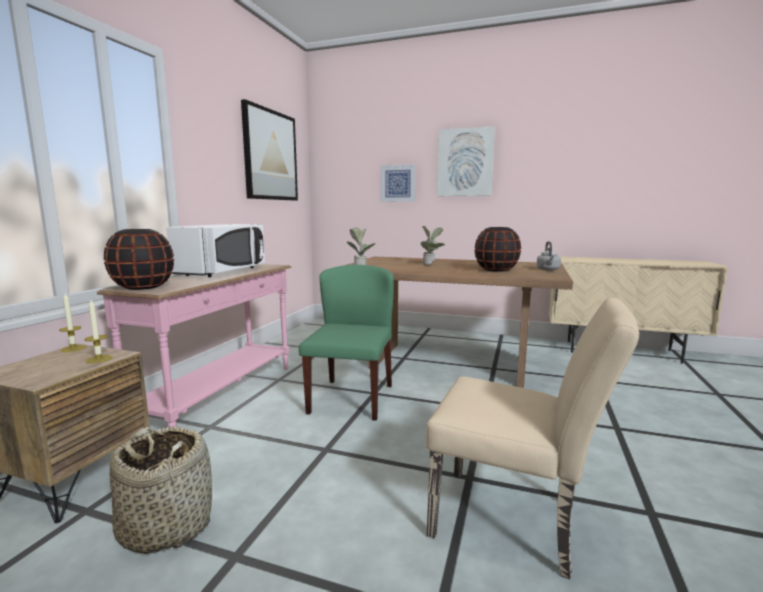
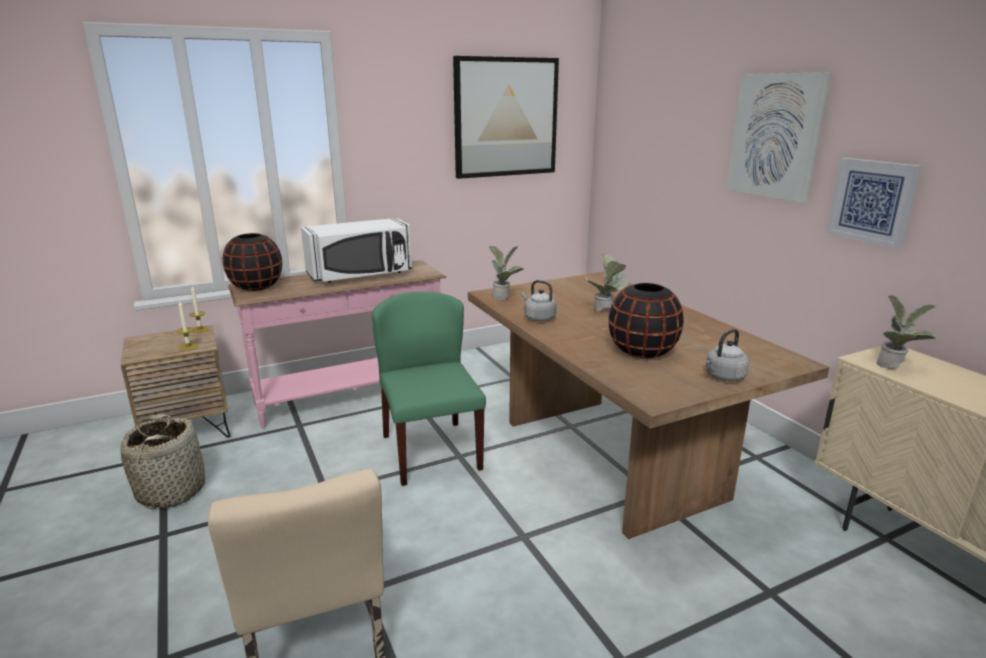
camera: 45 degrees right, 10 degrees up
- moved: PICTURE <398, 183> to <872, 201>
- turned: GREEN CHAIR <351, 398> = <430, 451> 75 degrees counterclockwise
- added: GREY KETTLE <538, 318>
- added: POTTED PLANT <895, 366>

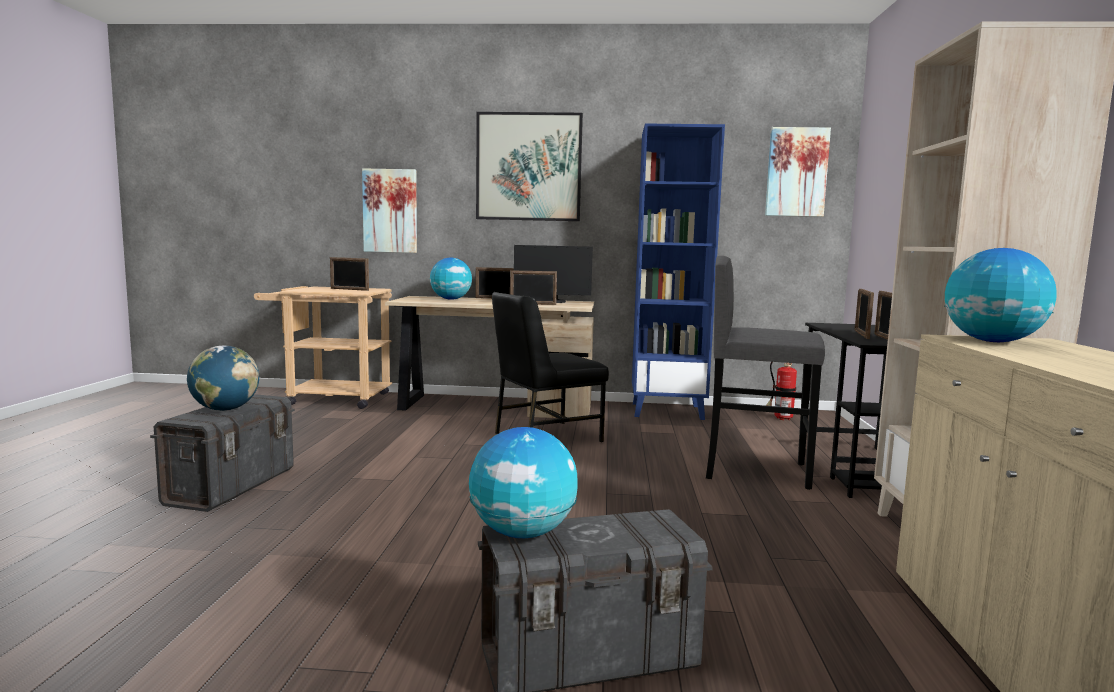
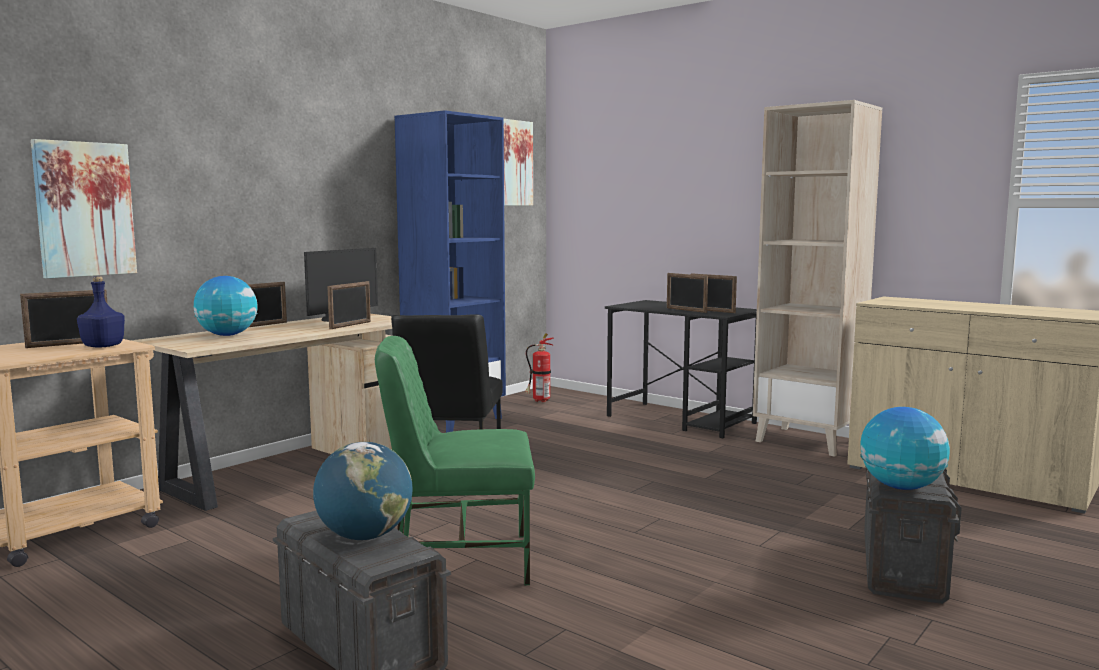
camera: 55 degrees left, 0 degrees up
- removed: PICTURE <529, 167>
- removed: GLOBE <992, 341>
- removed: GREY STOOL <756, 471>
- added: BLUE BOTTLE <102, 346>
- added: GREEN CHAIR <459, 560>

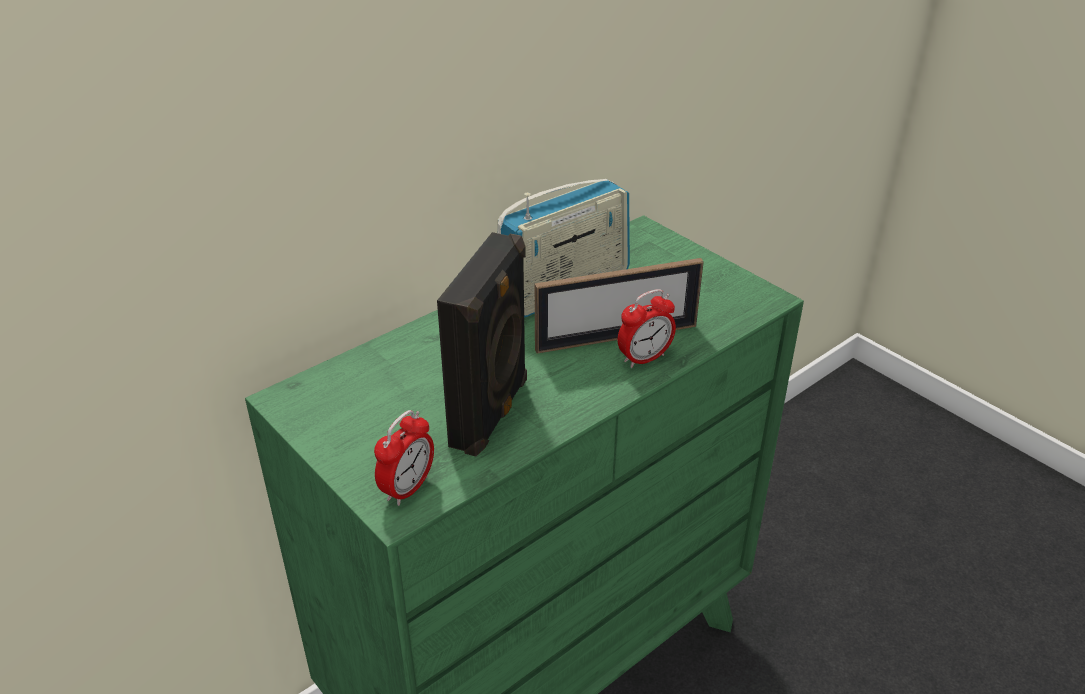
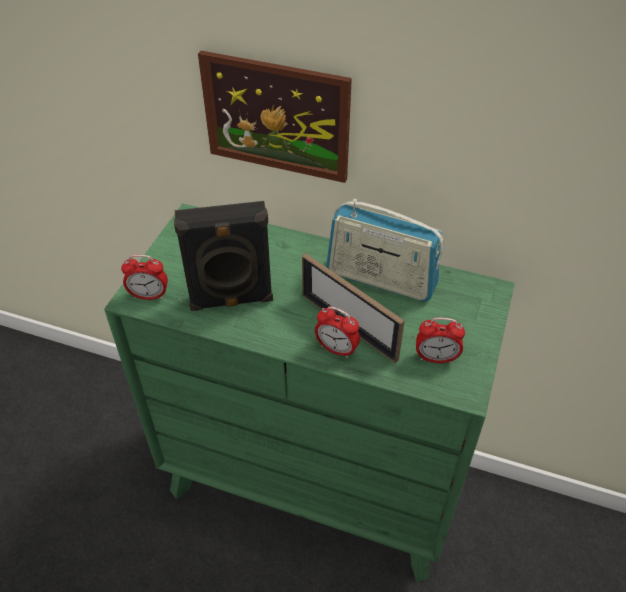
camera: 60 degrees right, 10 degrees up
- added: PICTURE <276, 117>
- added: ALARM CLOCK <436, 358>

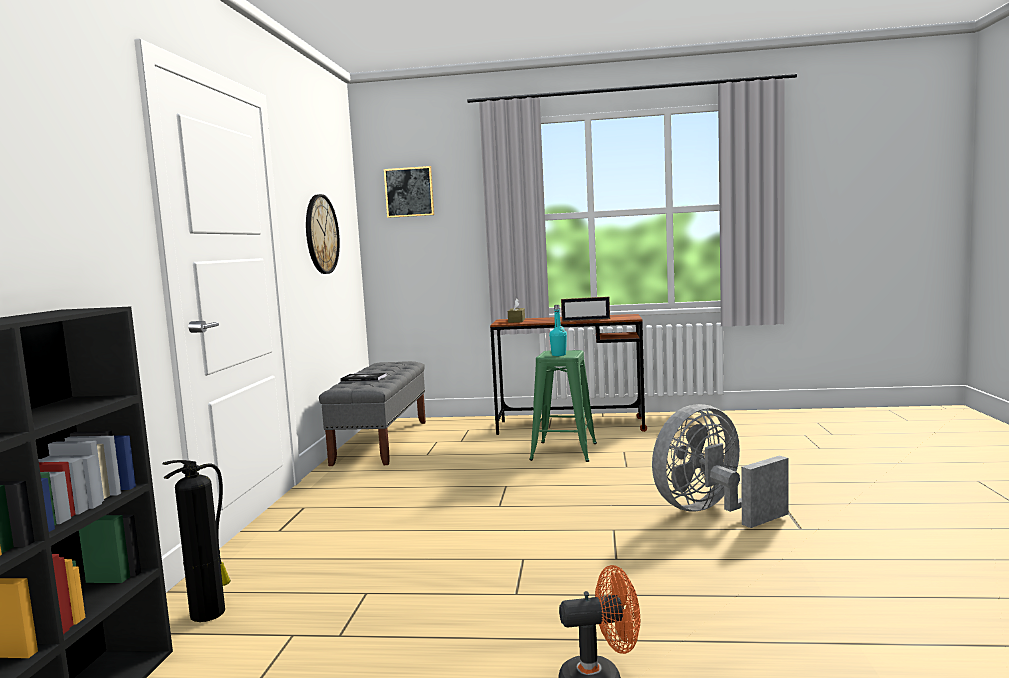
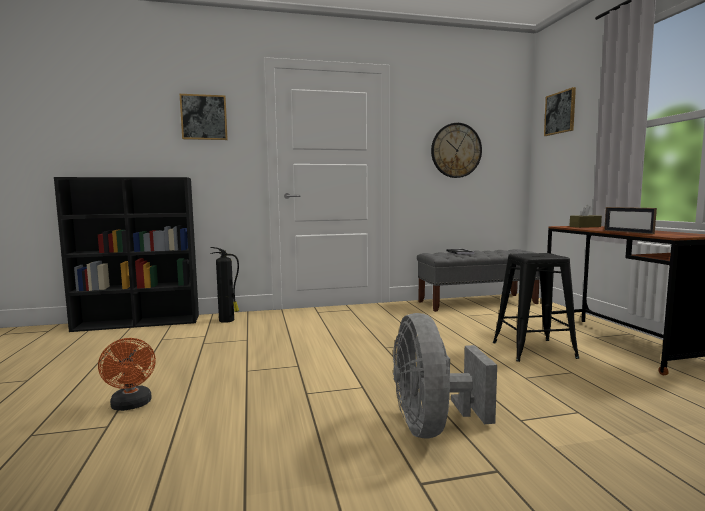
camera: 70 degrees right, 0 degrees up
- removed: TURQUOISE BOTTLE <558, 355>
- recoloured: GREEN STOOL <564, 451> to BLACK STOOL <533, 350>
- turned: GREY FAN <711, 512> = <433, 426> 135 degrees counterclockwise
- added: PICTURE <204, 117>

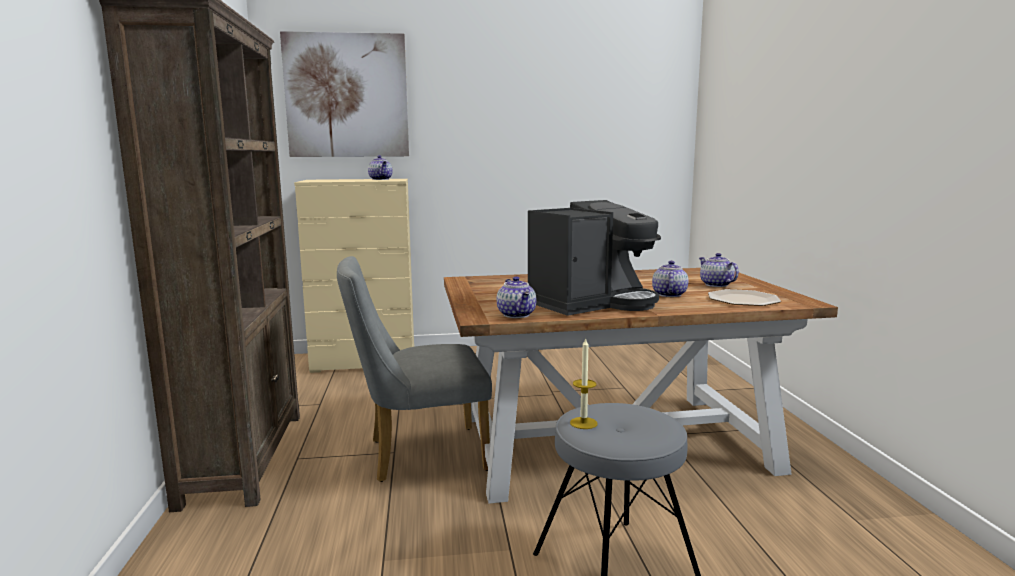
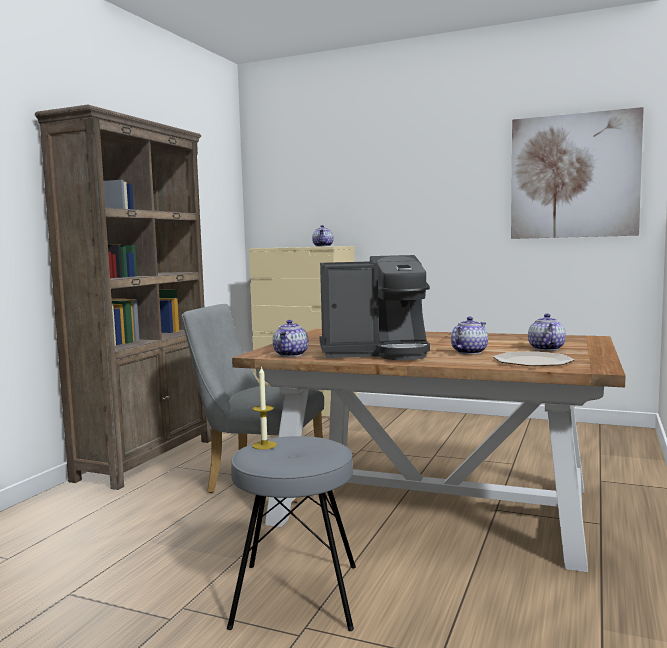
camera: 30 degrees right, 5 degrees down
- moved: PICTURE <347, 96> to <574, 176>

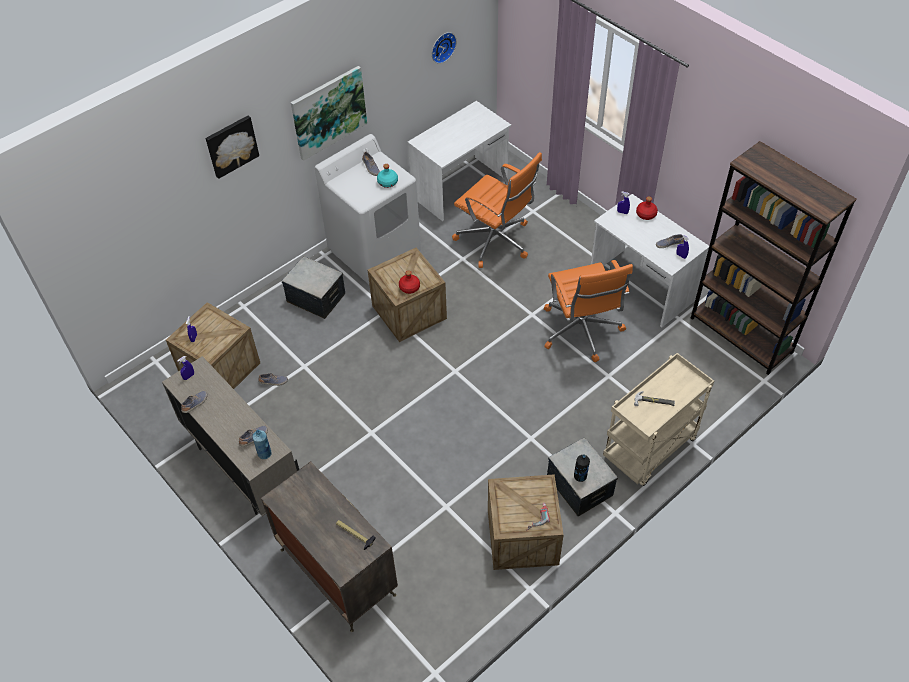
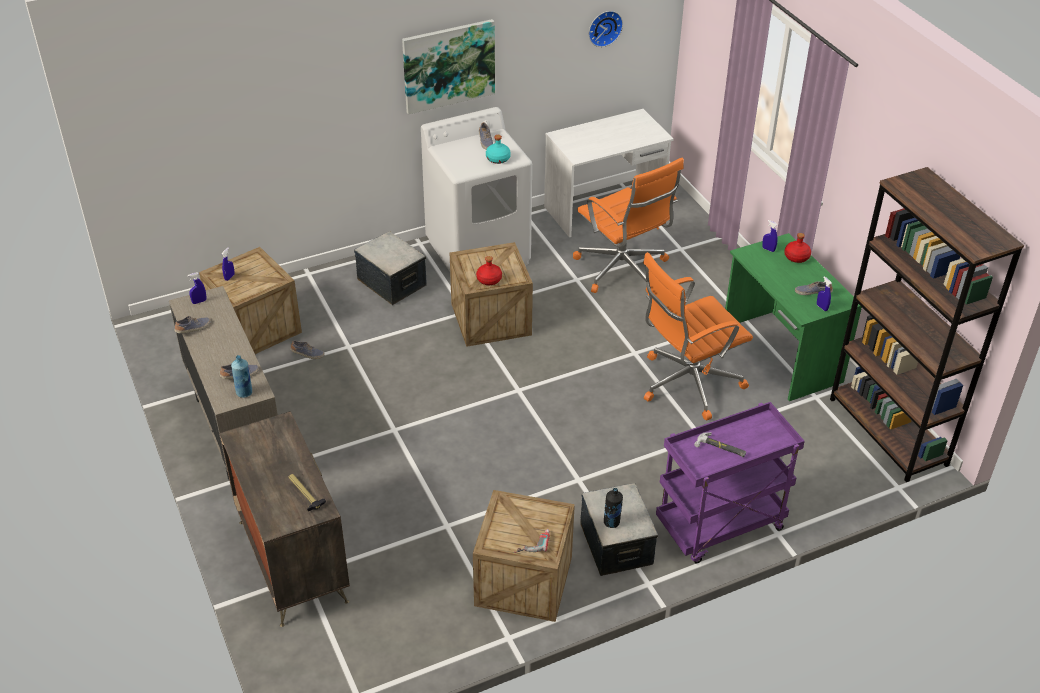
camera: 15 degrees right, 10 degrees down
- removed: PICTURE <231, 145>
- recoloured: WHITE DESK <641, 288> to GREEN DESK <780, 354>
- turned: ORANGE OFFICE CHAIR <581, 331> = <687, 383> 60 degrees clockwise
- recoloured: BEIGE CART <649, 450> to PURPLE CART <719, 527>

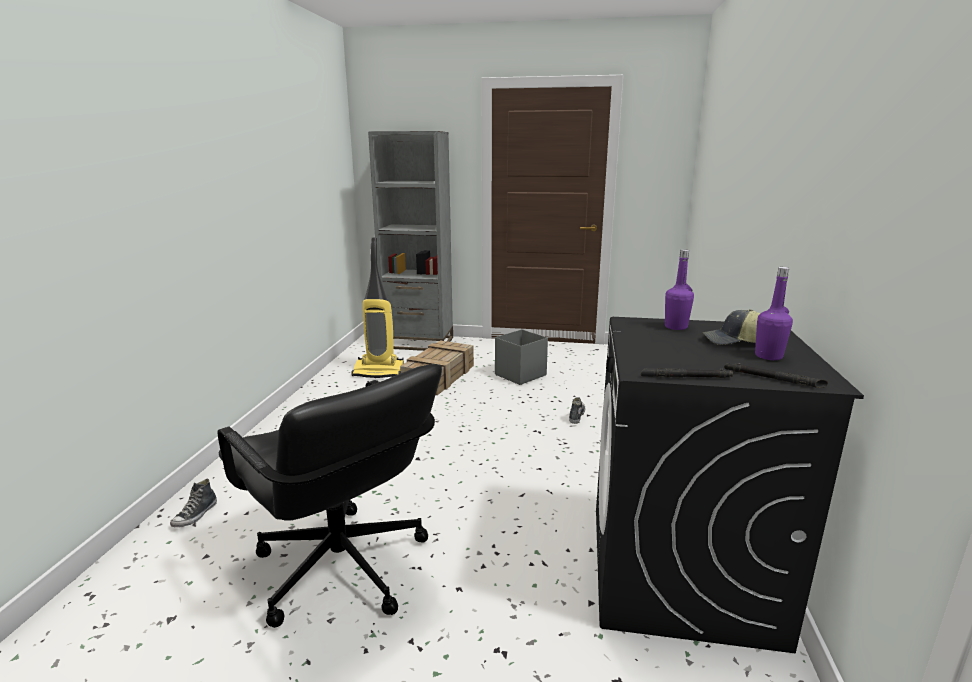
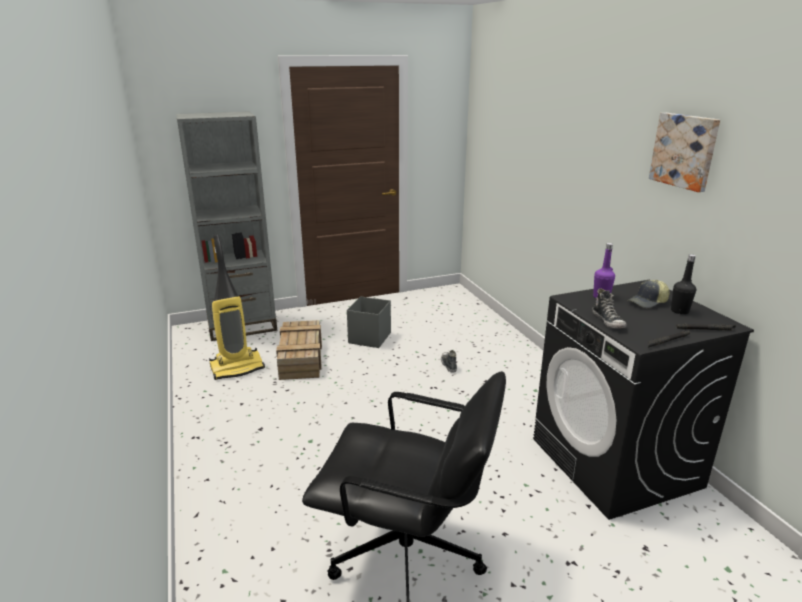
camera: 30 degrees left, 5 degrees up
- recoloured: PURPLE BOTTLE <768, 356> to BLACK BOTTLE <679, 311>
- moved: SHOE <195, 515> to <608, 321>
- added: PICTURE <685, 151>

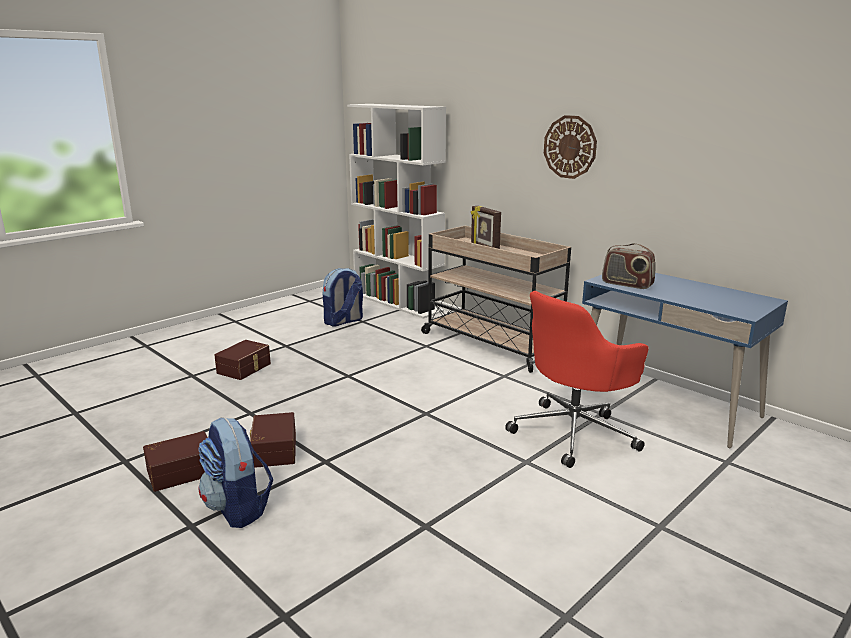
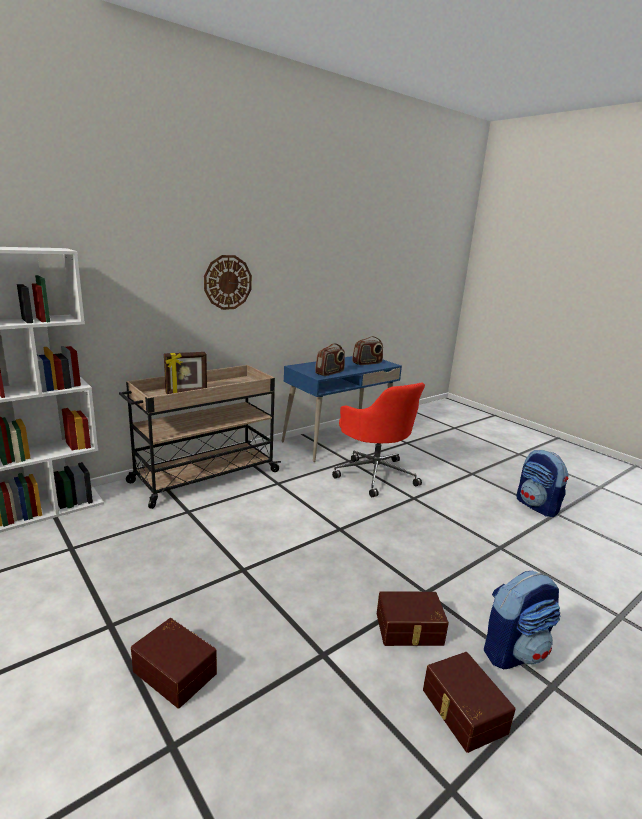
camera: 85 degrees left, 0 degrees up
- moved: BACKPACK <343, 321> to <537, 506>
- added: RADIO <367, 363>

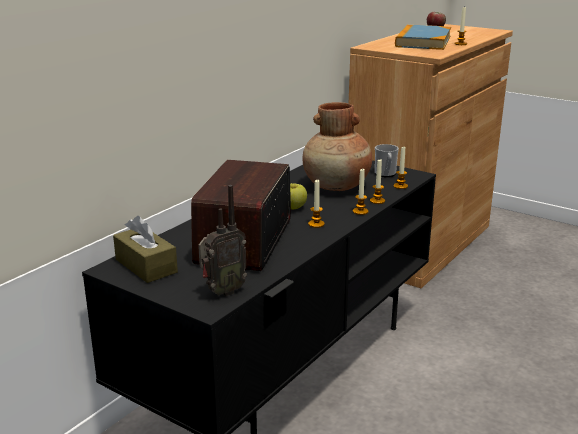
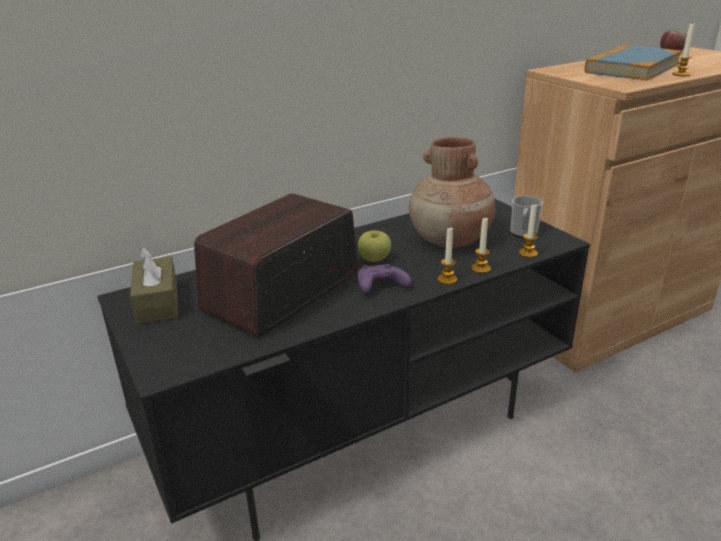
camera: 25 degrees right, 5 degrees up
- replaced: CANDLE <316, 224> to PURPLE GAME CONTROLLER <380, 286>
- removed: RADIO <222, 292>

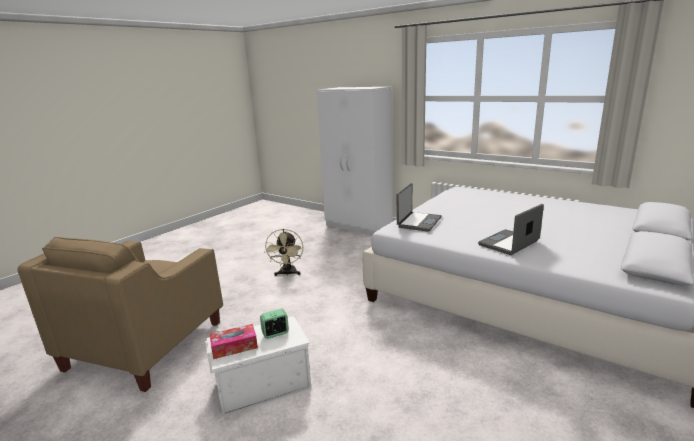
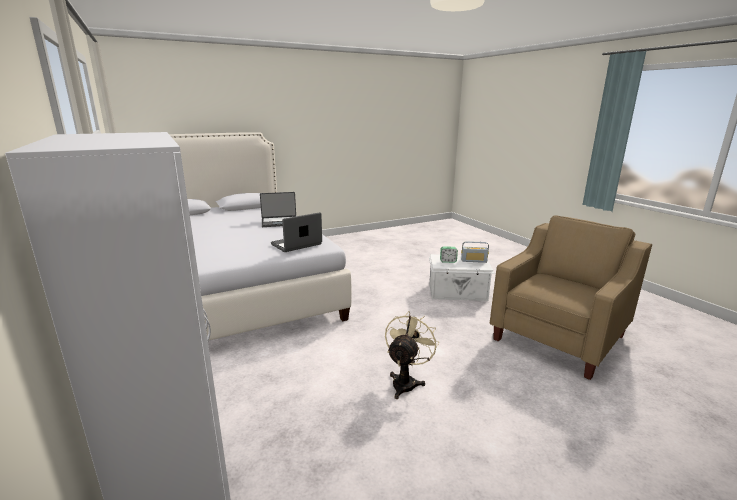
camera: 155 degrees left, 0 degrees up
- replaced: TISSUE BOX <234, 347> to RADIO <474, 260>

